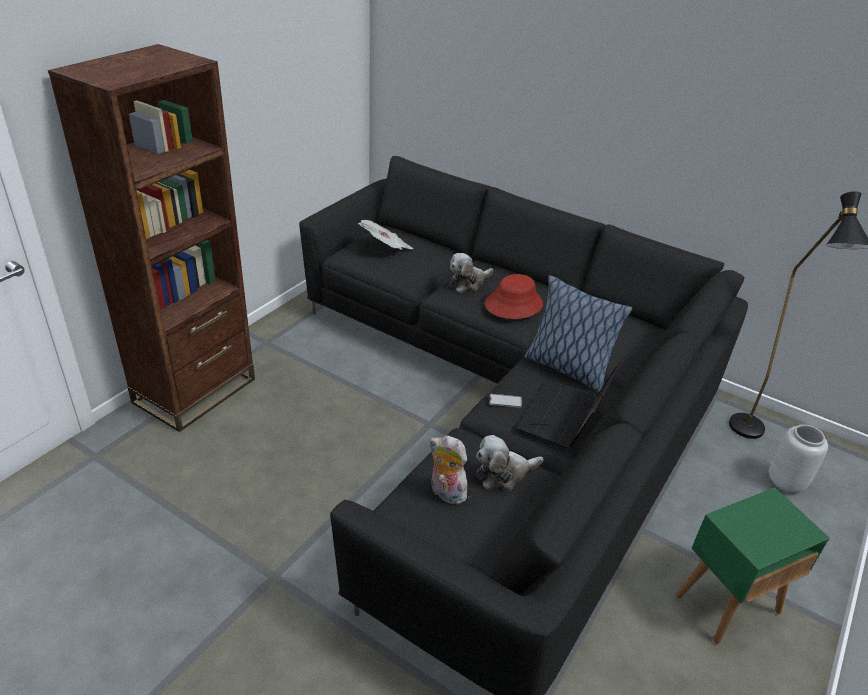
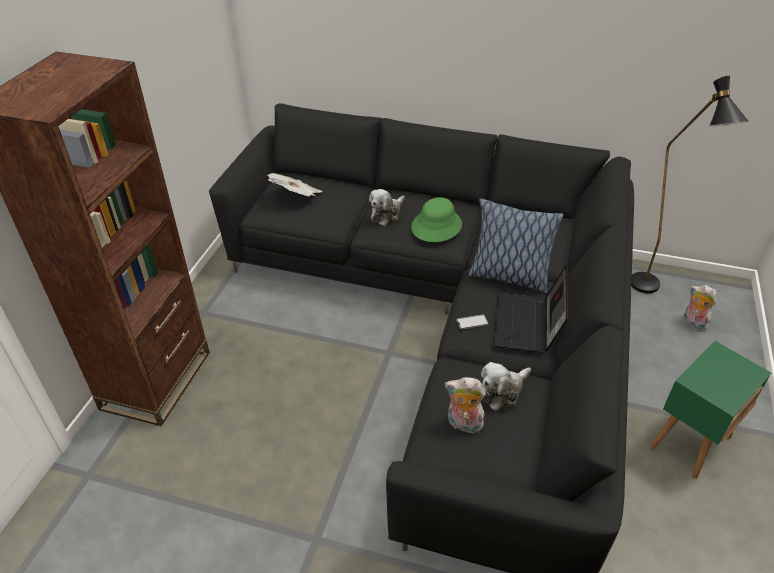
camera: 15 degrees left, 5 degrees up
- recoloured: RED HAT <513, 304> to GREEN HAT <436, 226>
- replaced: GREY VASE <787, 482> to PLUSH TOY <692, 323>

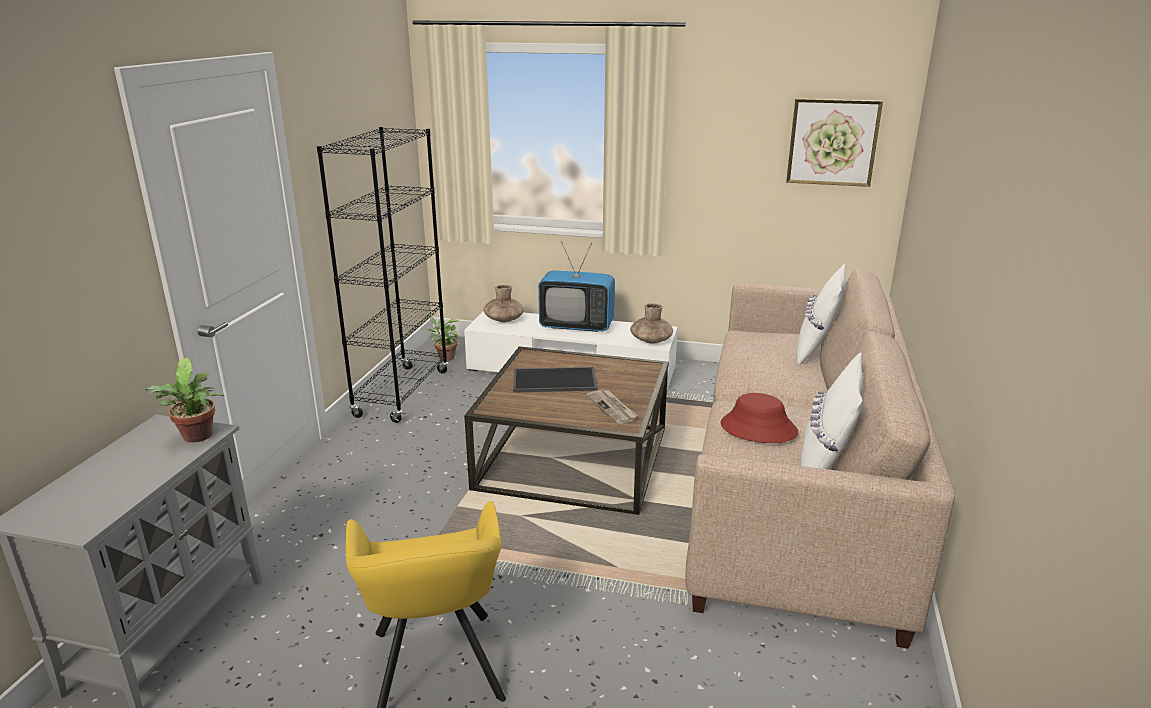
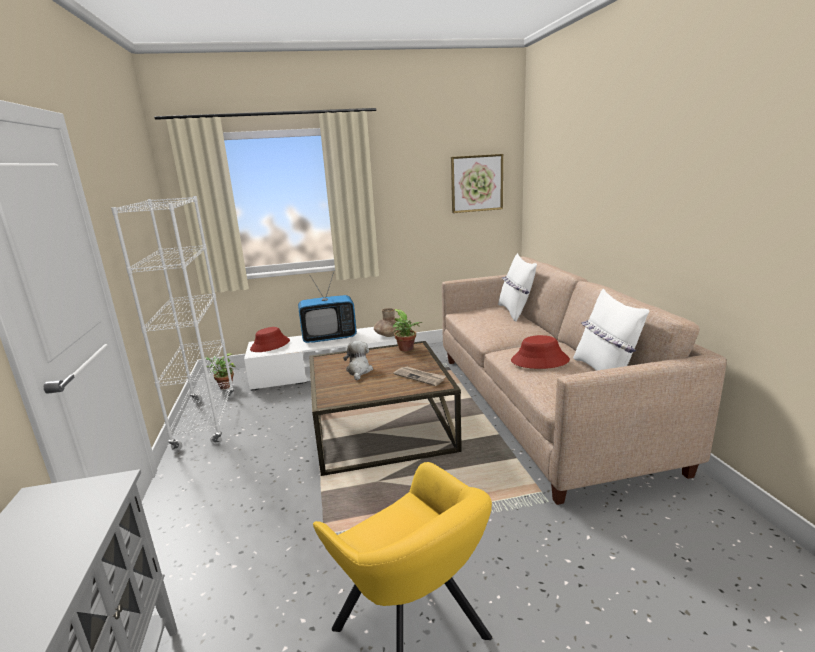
camera: 25 degrees left, 5 degrees down
- recoloured: BLACK BOOKCASE <402, 393> to WHITE BOOKCASE <206, 421>
- replaced: BROWN VASE <504, 320> to RED HAT <270, 345>
- moved: POTTED PLANT <196, 438> to <407, 349>
- replaced: TRAY <553, 381> to PLUSH TOY <359, 371>

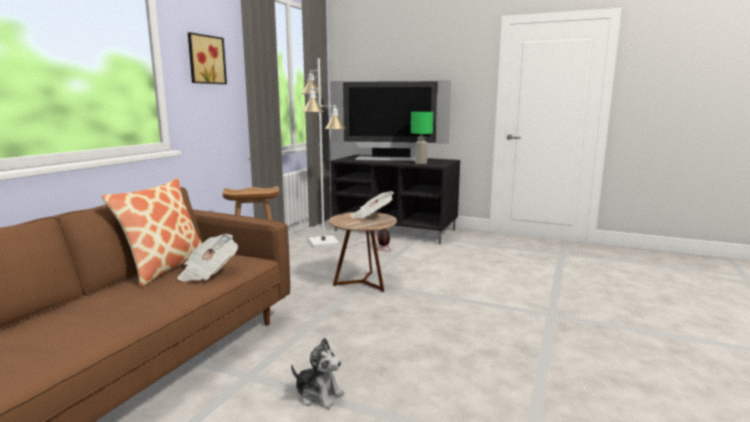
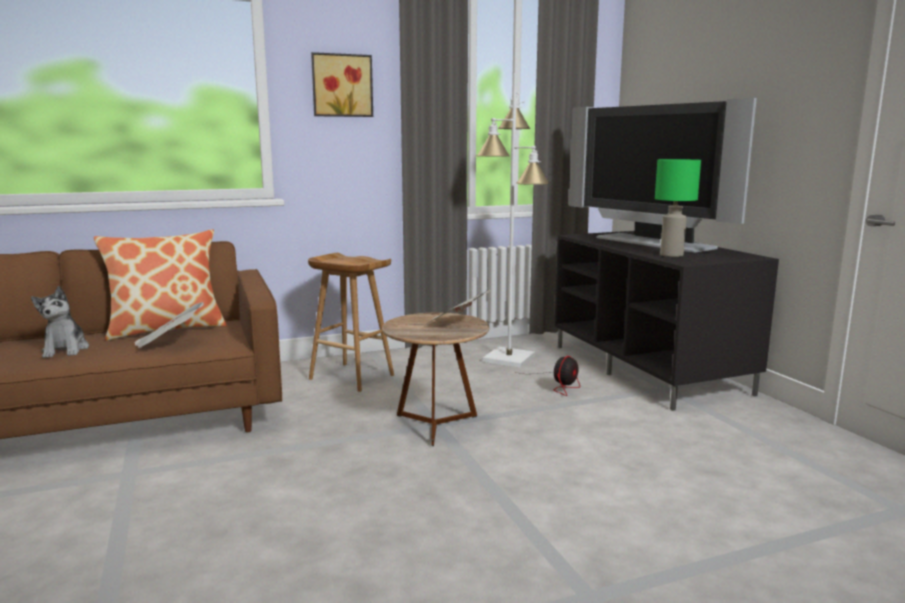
camera: 45 degrees right, 0 degrees up
- moved: PLUSH TOY <318, 395> to <65, 350>

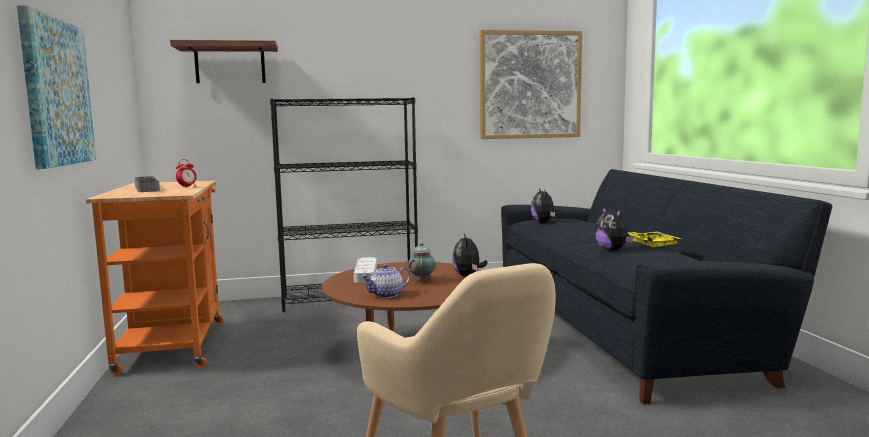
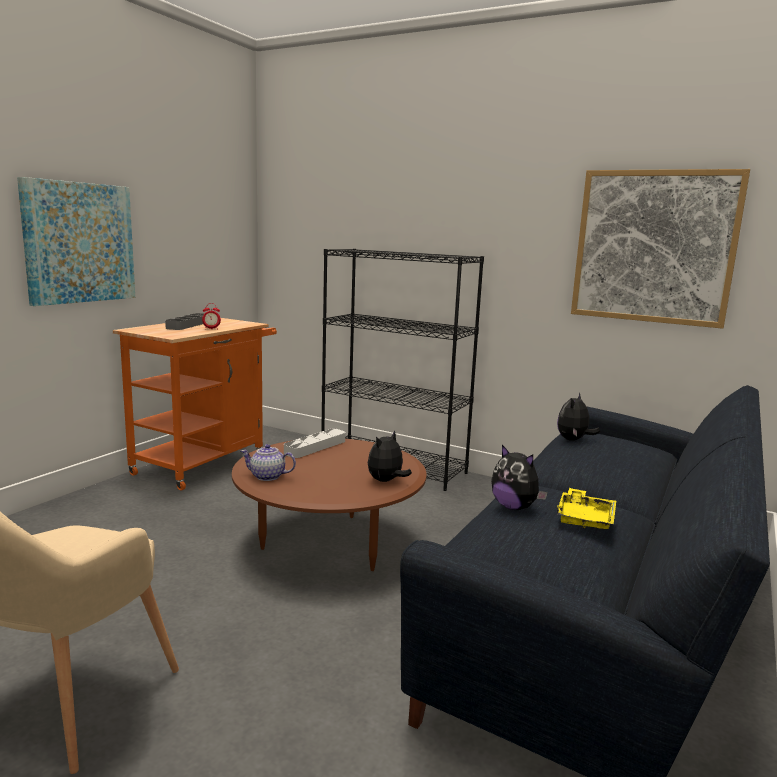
camera: 40 degrees right, 5 degrees up
- removed: SHELF <230, 64>
- turned: PLUSH TOY <612, 250> = <514, 507> 60 degrees counterclockwise
- removed: TEAPOT <422, 280>

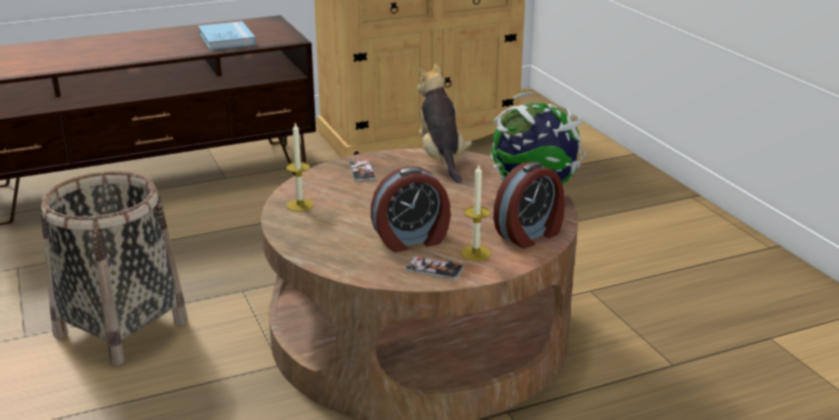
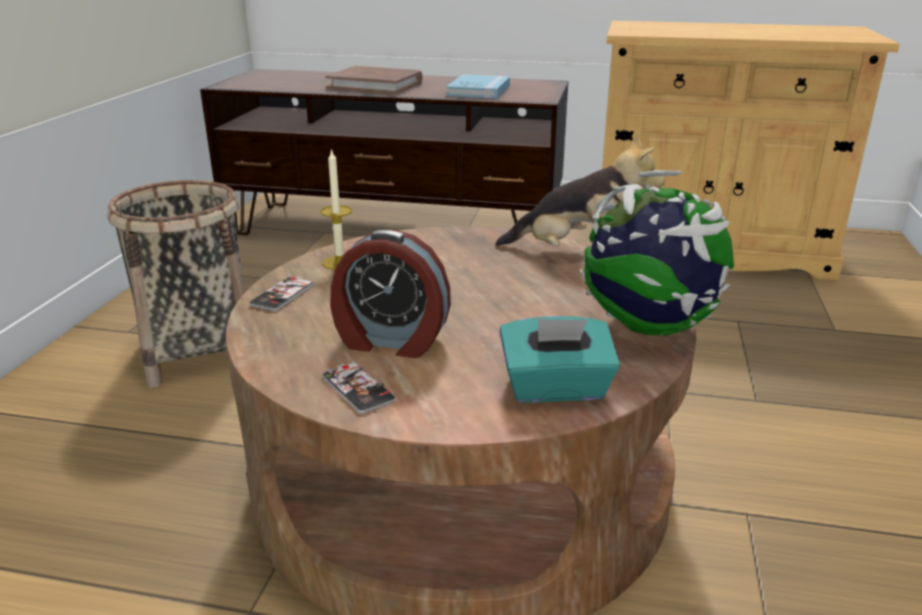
camera: 35 degrees right, 0 degrees up
- turned: PLUSH TOY <441, 158> = <576, 256> 90 degrees clockwise
- moved: PHONE <362, 172> to <282, 295>
- replaced: ALARM CLOCK <530, 235> to TURQUOISE TISSUE BOX <556, 389>
- removed: CANDLE <476, 253>
- added: BROWN BOOK <375, 85>

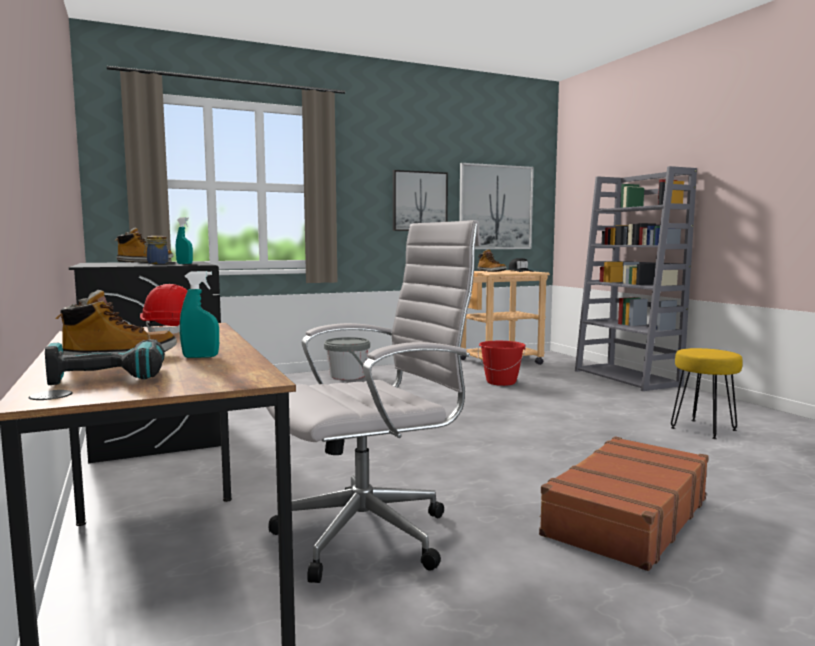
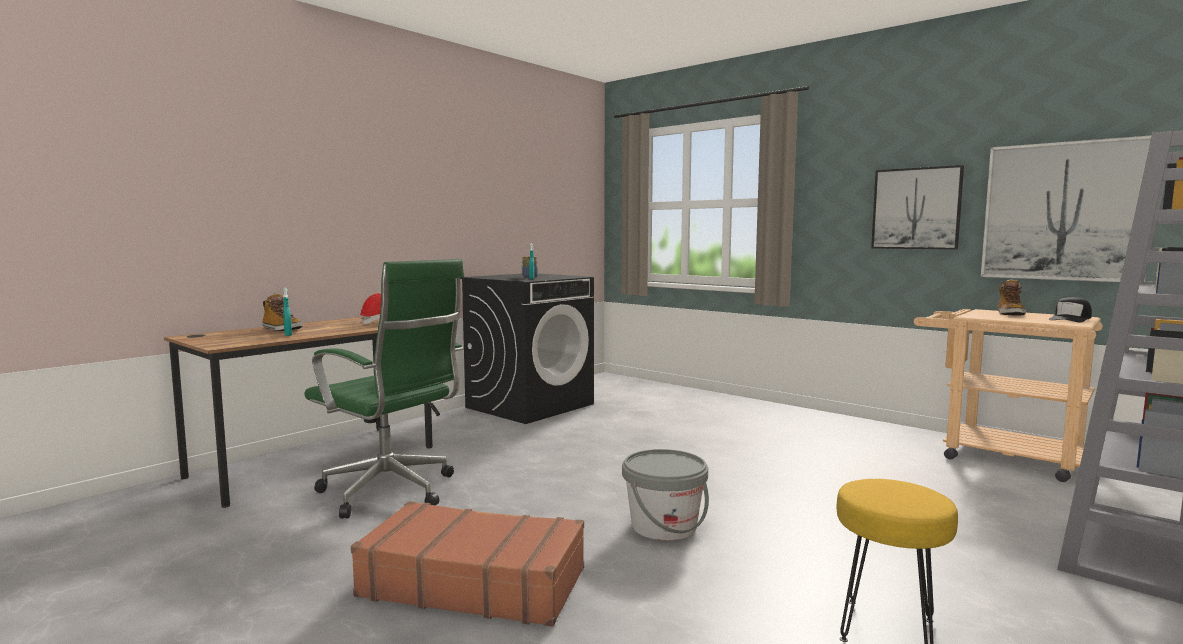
camera: 65 degrees right, 0 degrees up
- recoloured: WHITE OFFICE CHAIR <372, 534> to GREEN OFFICE CHAIR <392, 493>
- removed: BOOT <145, 262>
- moved: GREY BUCKET <347, 376> to <664, 526>
- removed: POWER DRILL <110, 375>
- removed: RED BUCKET <501, 382>

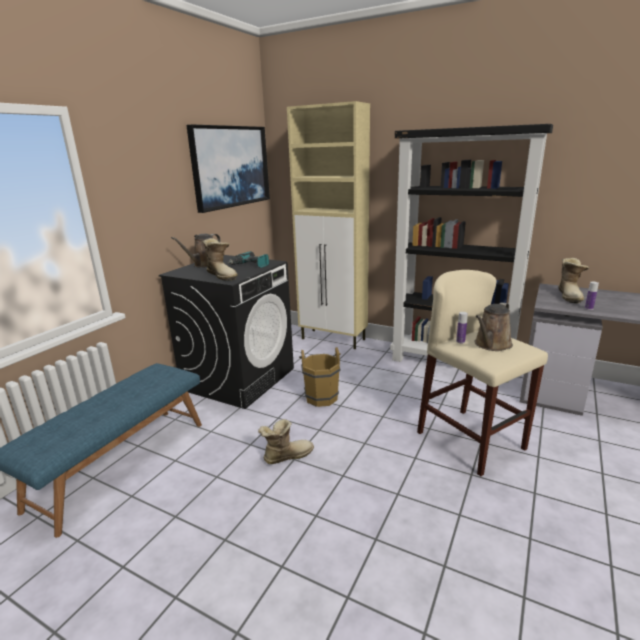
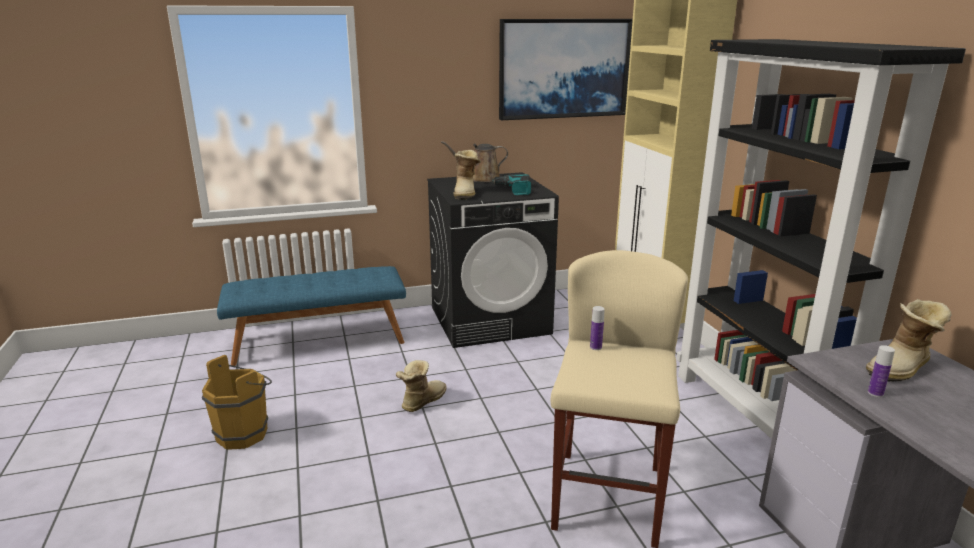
camera: 45 degrees right, 0 degrees up
- removed: BROWN WATERING CAN <491, 345>
- moved: BROWN BUCKET <321, 396> to <246, 433>
- turned: BOOT <286, 455> = <421, 401> 75 degrees counterclockwise

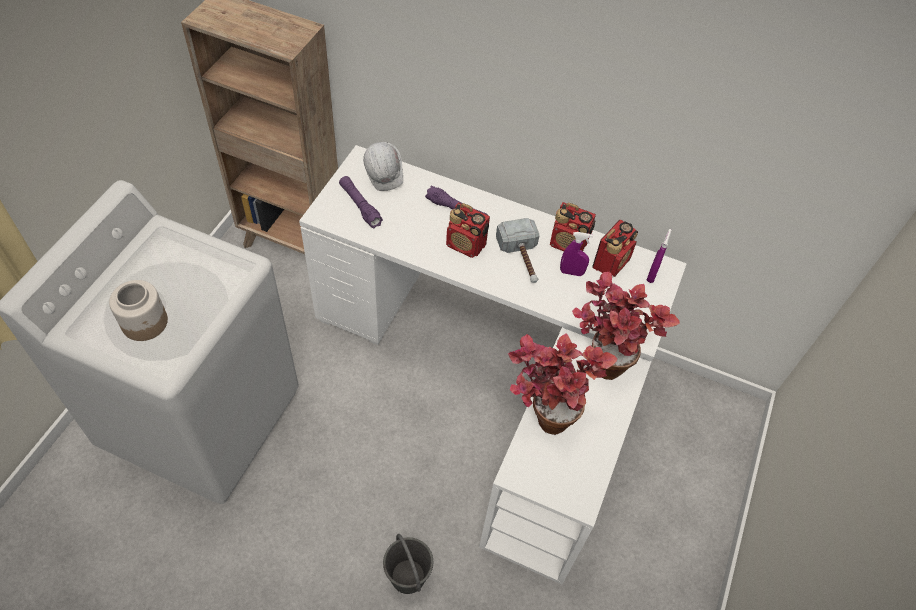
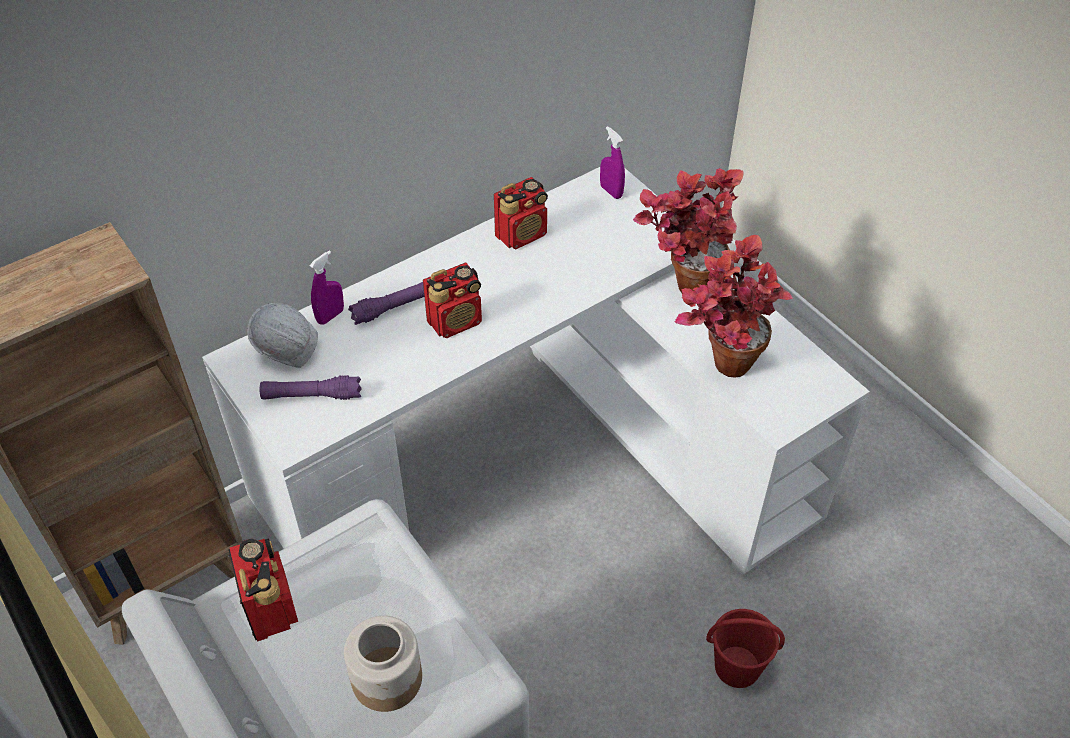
camera: 55 degrees left, 5 degrees down
- removed: HAMMER <522, 259>
- moved: RADIO <611, 263> to <270, 607>
- moved: PURPLE SPRAY BOTTLE <571, 272> to <330, 316>
- recoloured: GREY BUCKET <408, 577> to RED BUCKET <738, 667>

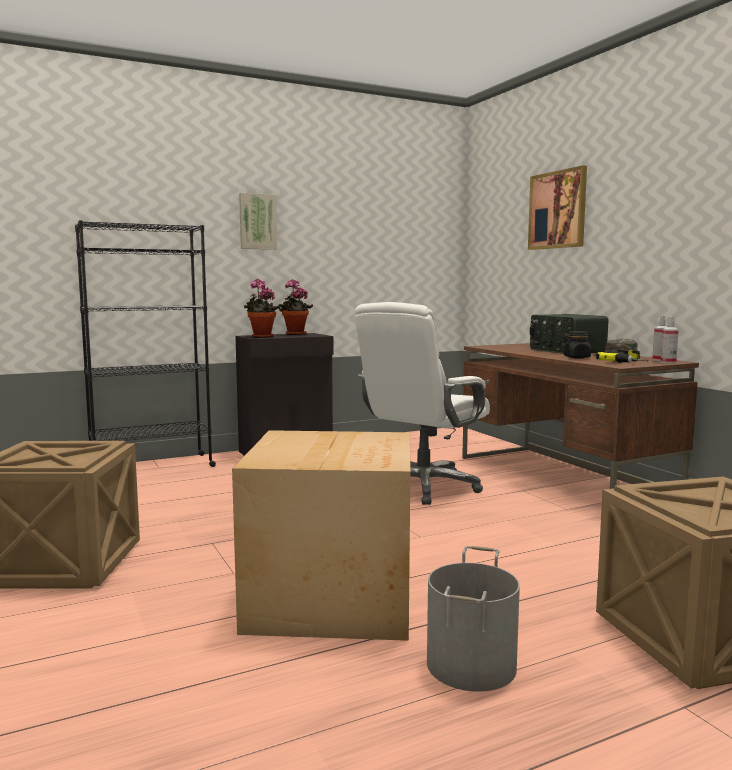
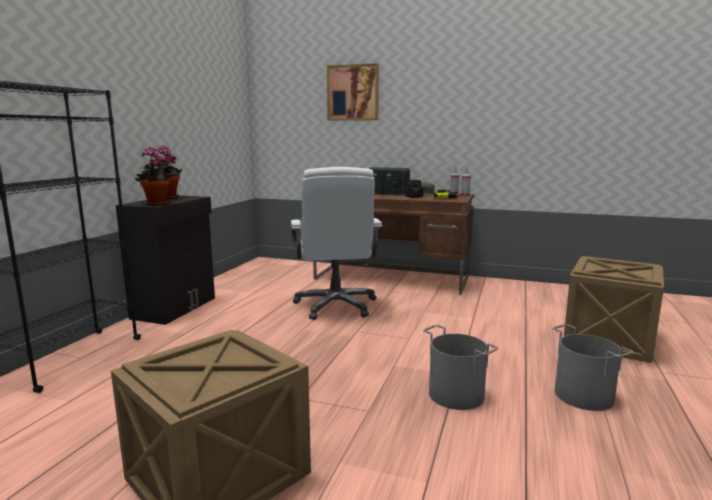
camera: 45 degrees left, 5 degrees up
- removed: PICTURE <257, 221>
- replaced: CARDBOARD BOX <334, 596> to GREY BUCKET <456, 394>

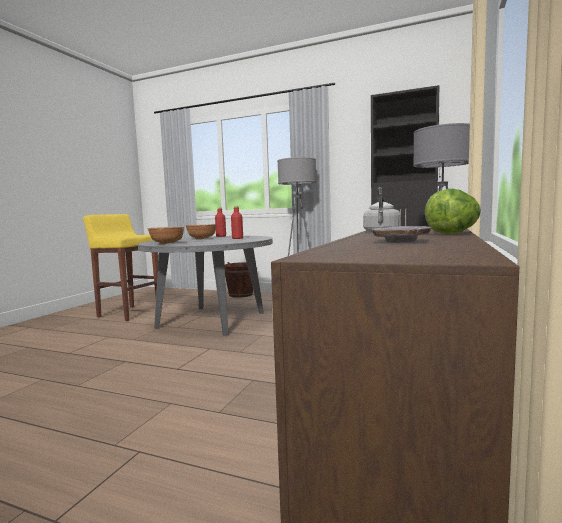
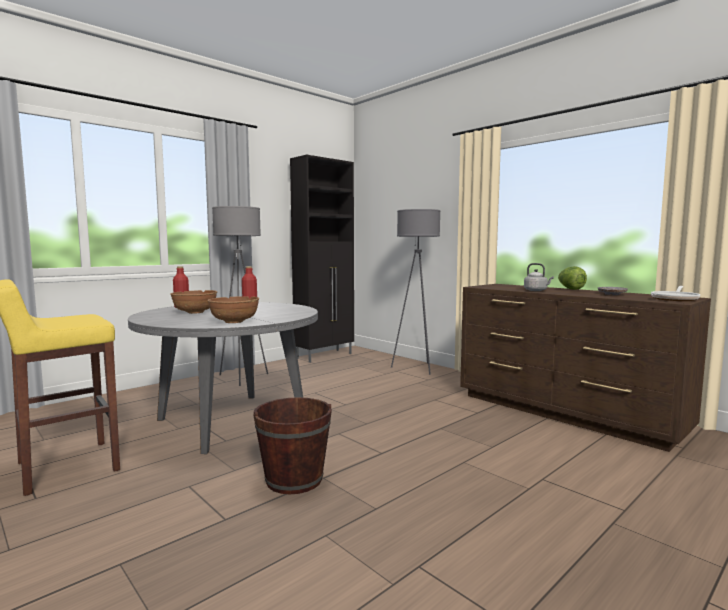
camera: 65 degrees left, 0 degrees up
- moved: BROWN BUCKET <240, 294> to <294, 479>
- added: FRYING PAN <675, 299>

